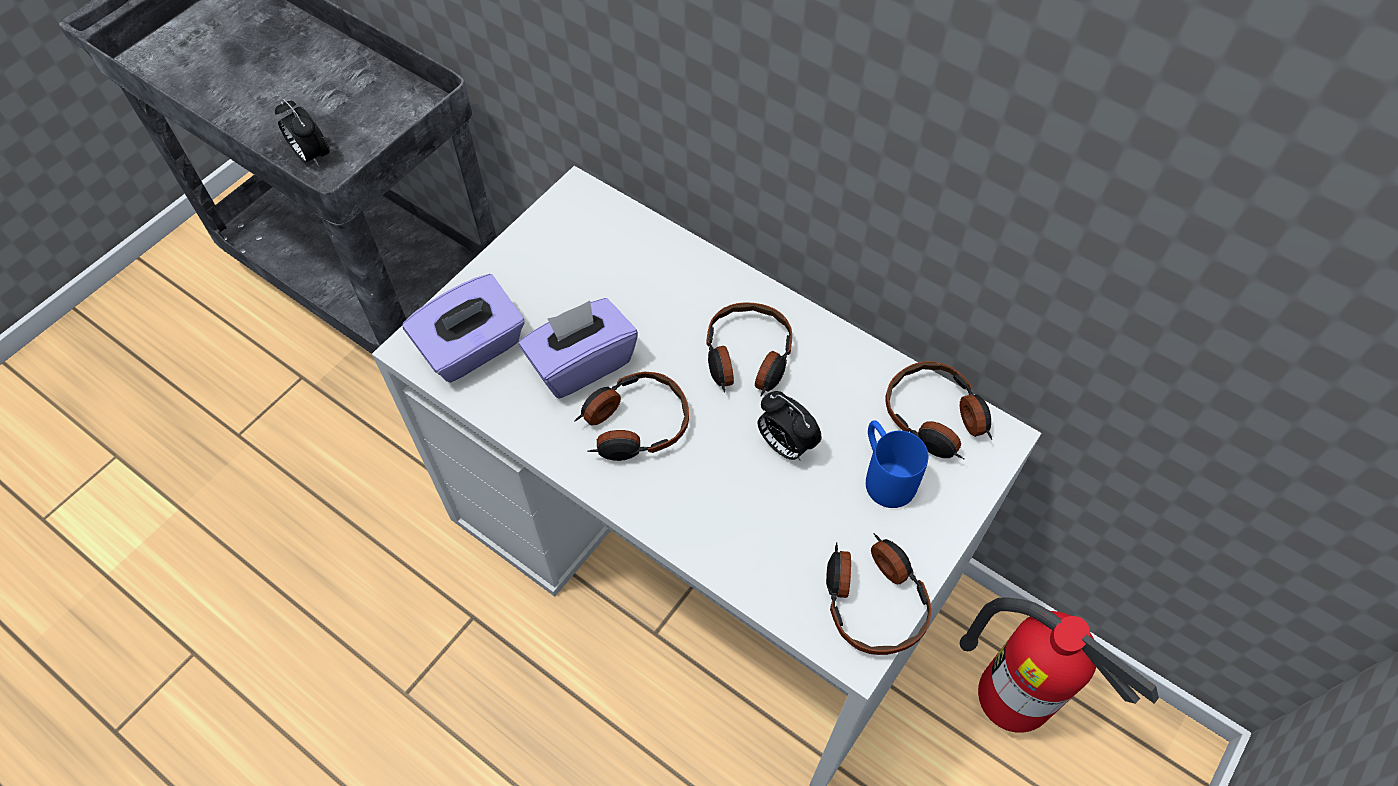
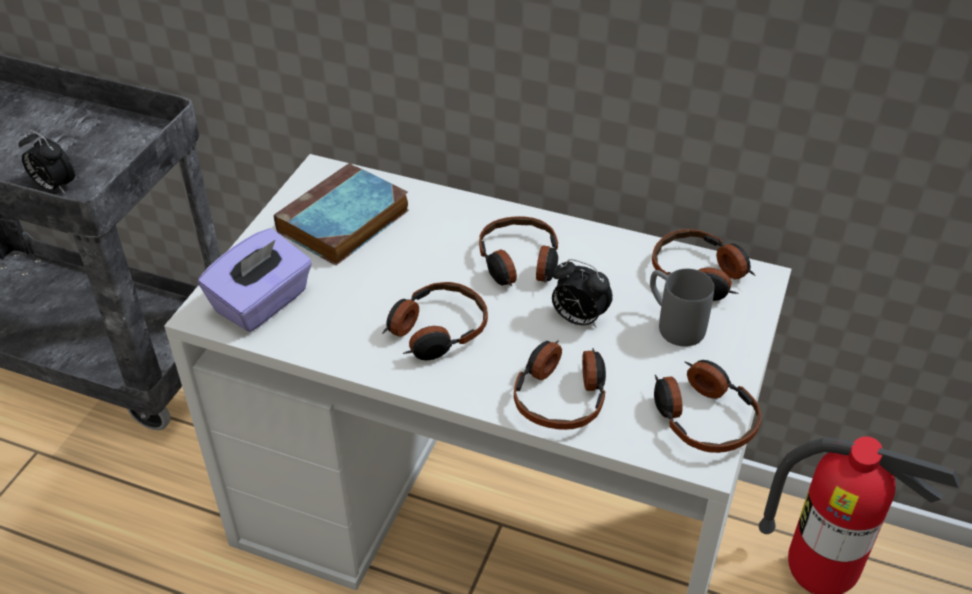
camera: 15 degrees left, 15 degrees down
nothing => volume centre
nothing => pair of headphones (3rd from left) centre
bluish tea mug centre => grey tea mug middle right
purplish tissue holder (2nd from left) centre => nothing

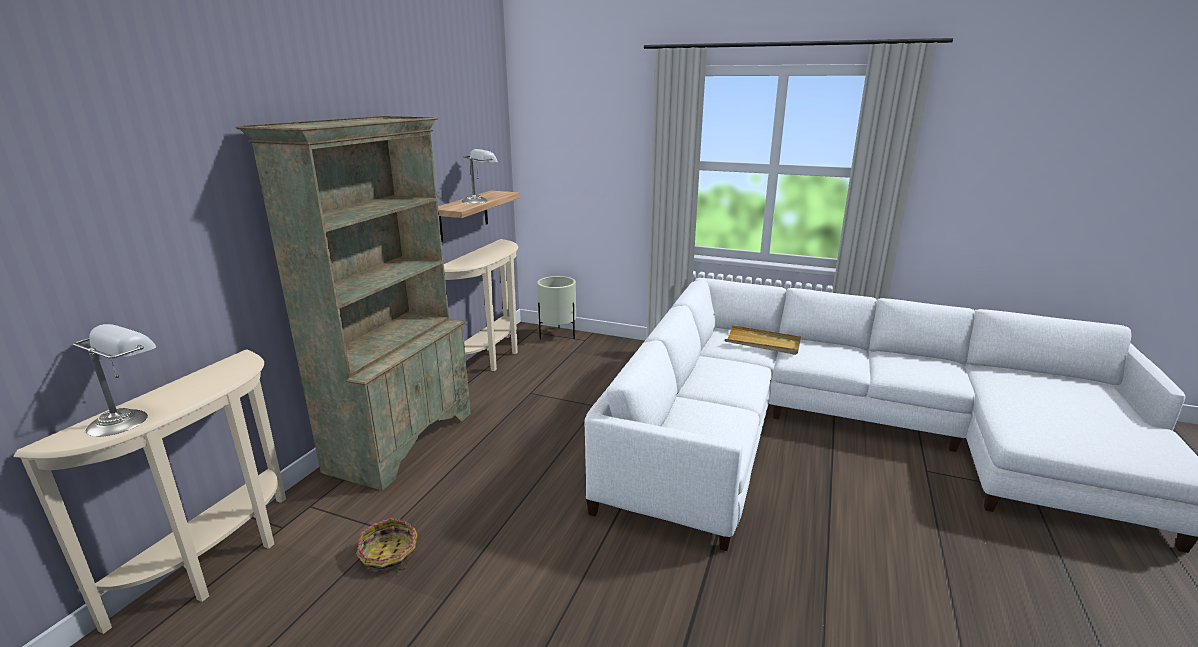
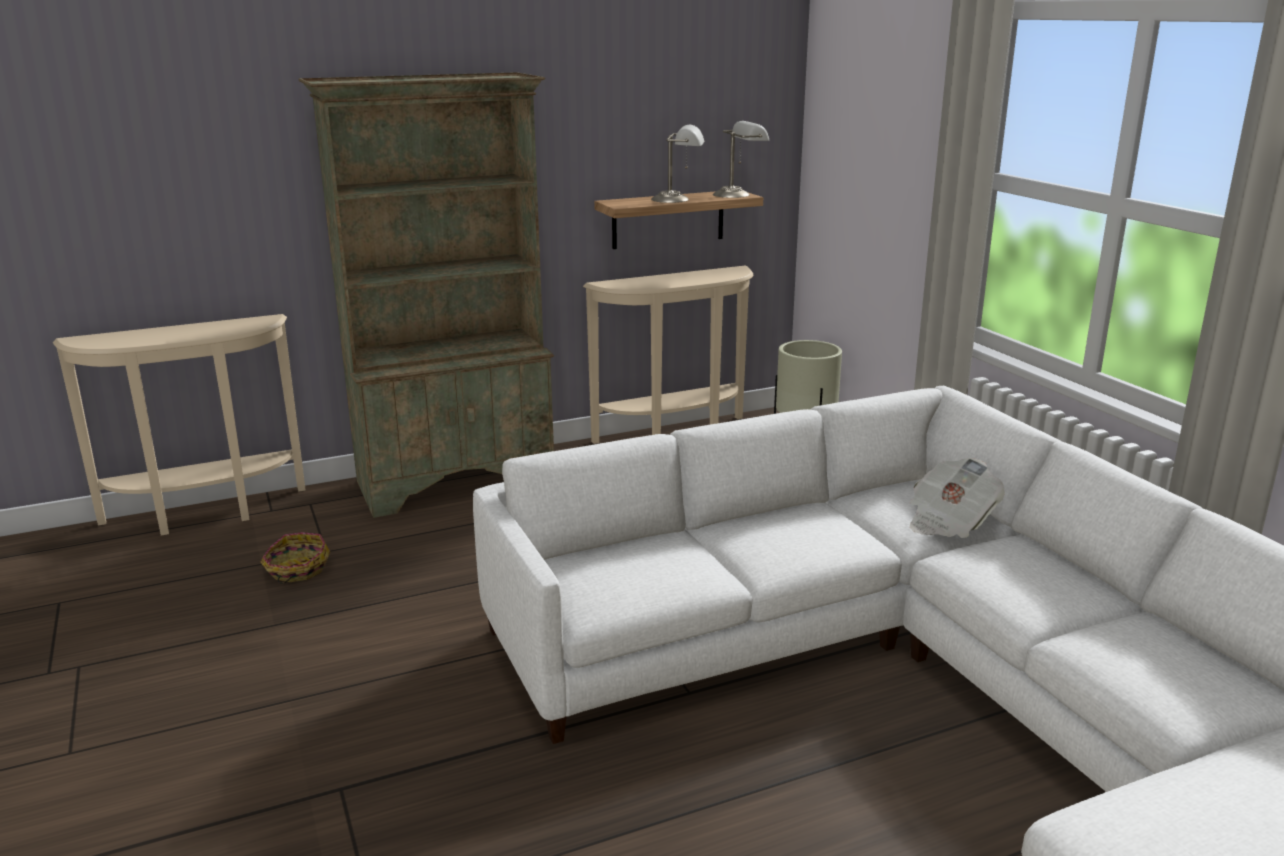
camera: 45 degrees right, 0 degrees up
white-coloured tabletop lamp (1st from left in the first image) middle left => white-coloured tabletop lamp (2nd from left) top centre, move
sand-coloured tray centre => printed paper middle right

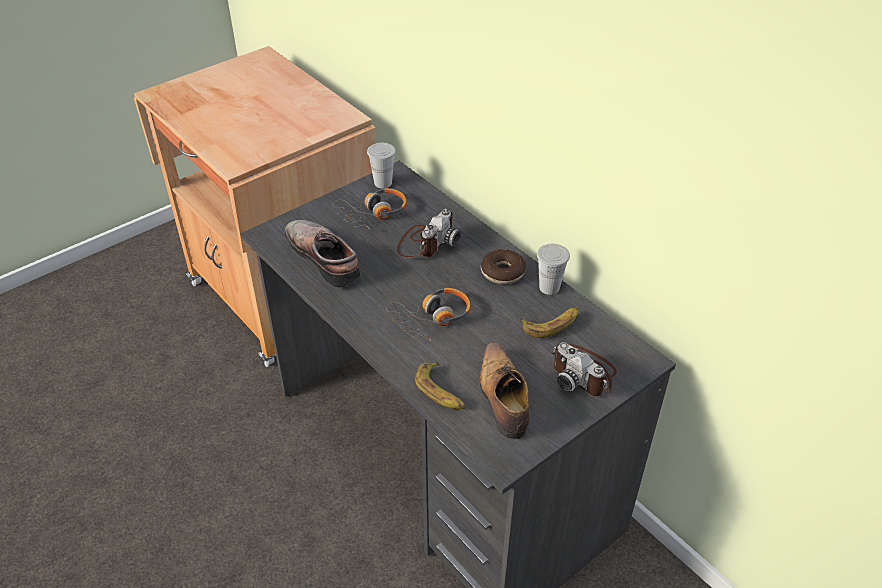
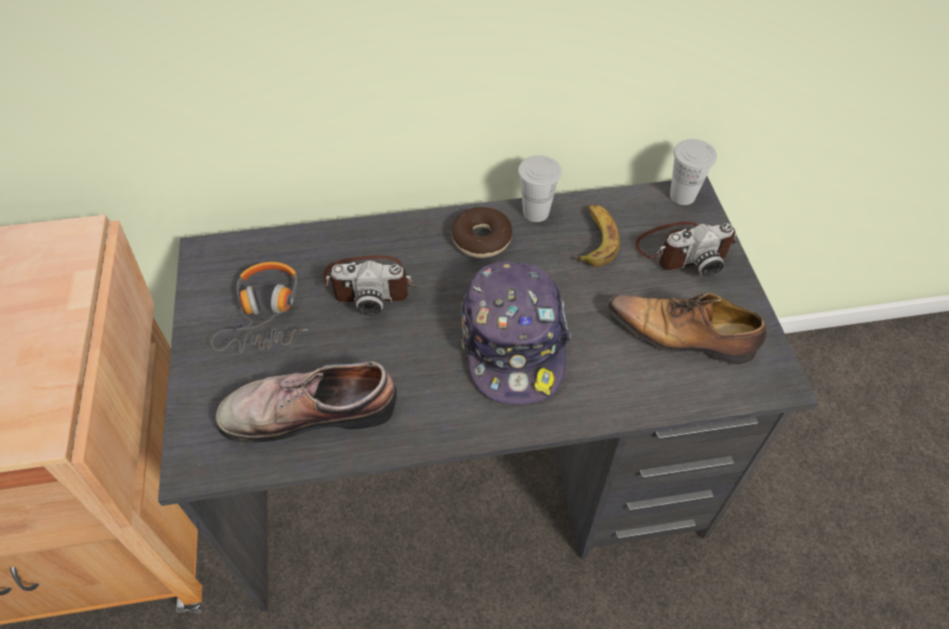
camera: 60 degrees left, 10 degrees up
photo camera (1st from left) centre, 120 degrees clockwise
pair of headphones (2nd from left) centre => cap centre
white-coloured cup (1st from left in the first image) top centre => white-coloured cup (2nd from left) top right, move
whole banana (1st from left) centre => nothing

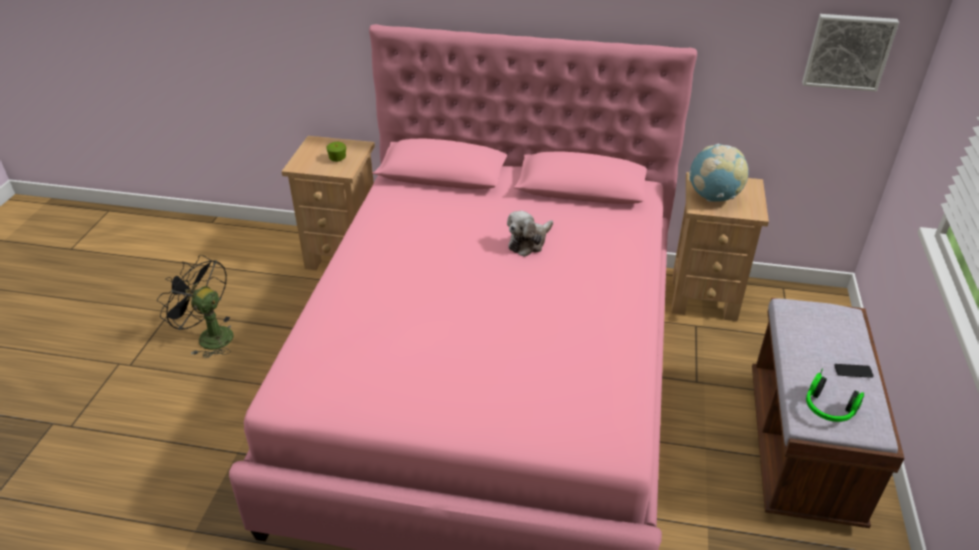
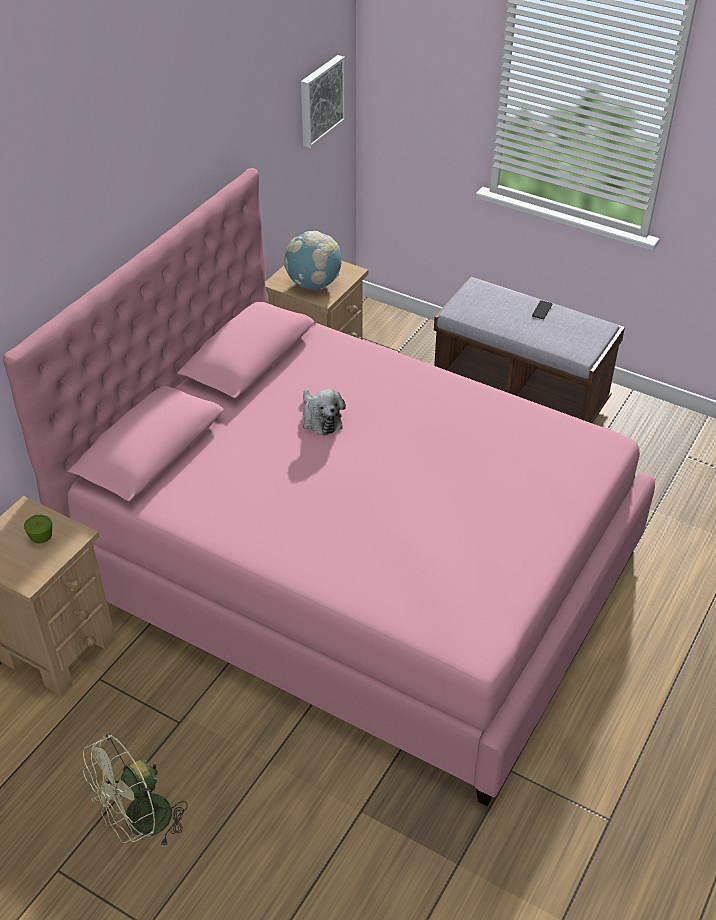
camera: 70 degrees left, 5 degrees up
black-coloured fan middle left => green fan bottom left
pair of headphones bottom right => nothing

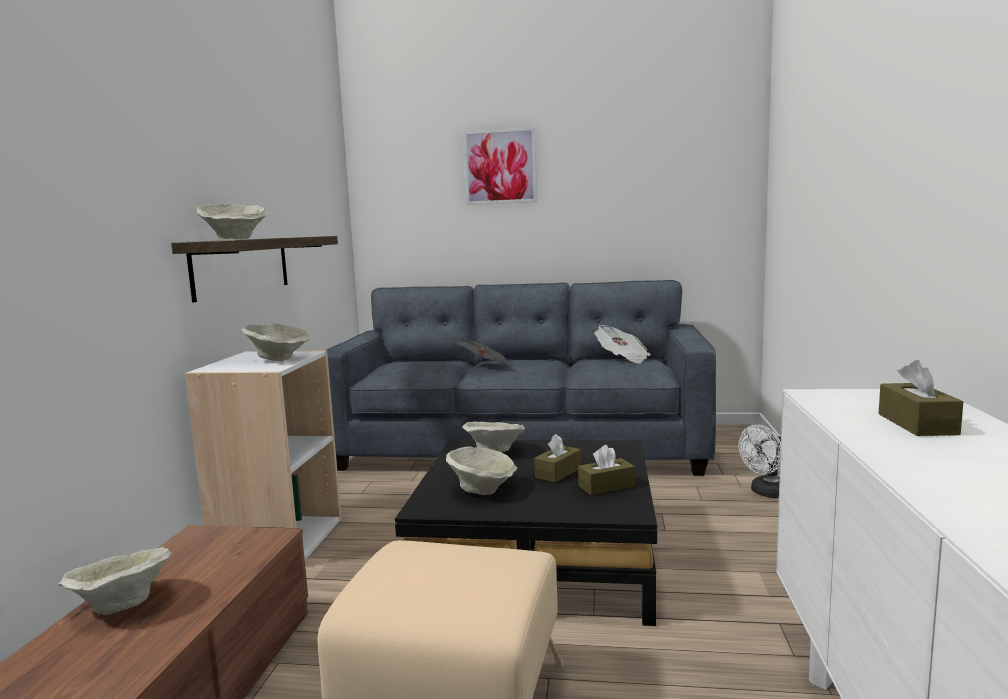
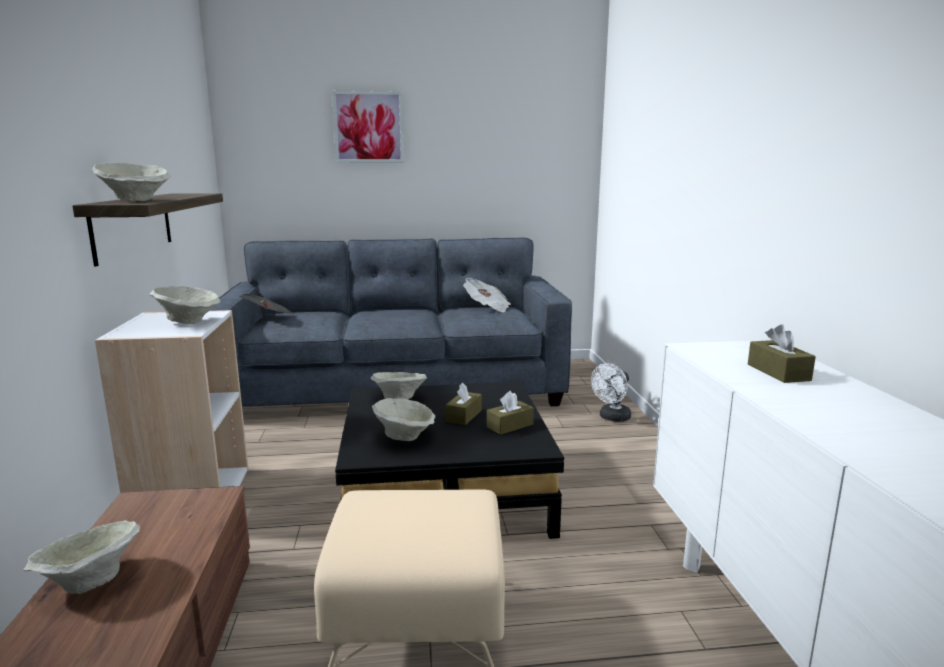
camera: 15 degrees left, 5 degrees up
printed paper (1st from left) centre => printed paper (1st from left) middle left, move

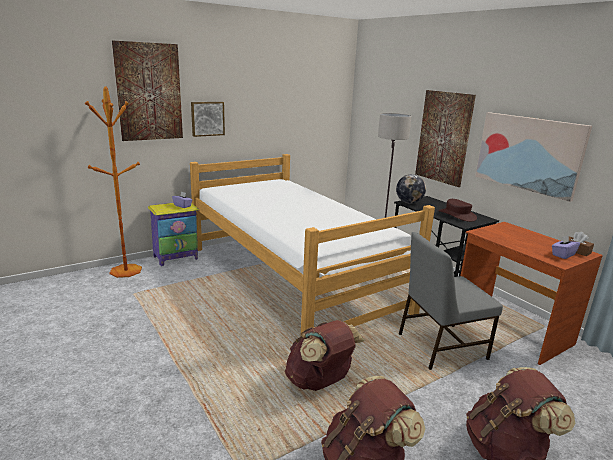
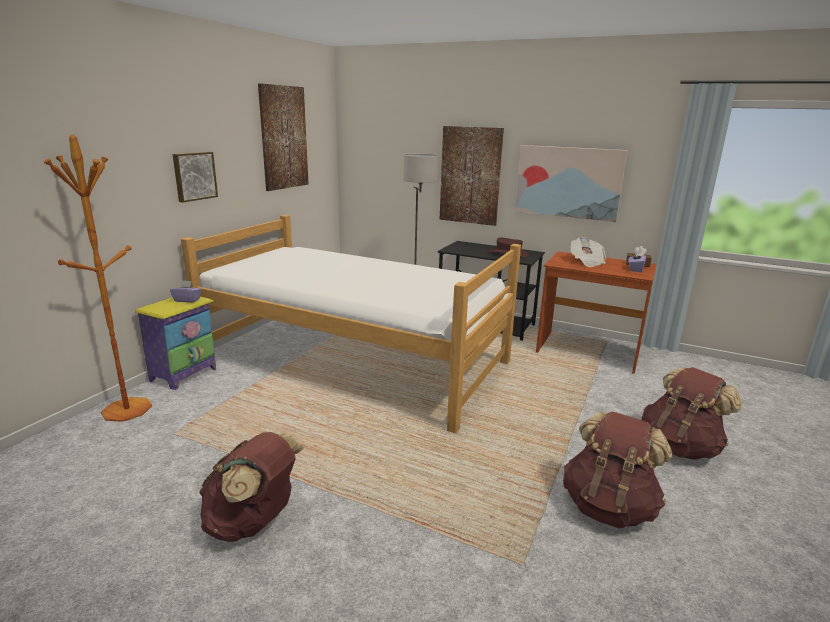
camera: 30 degrees left, 0 degrees up
brown rucksack (1st from left) bottom centre => brown rucksack (1st from left) bottom left, move
wall art (1st from left in the first image) top left => wall art (2nd from left) top centre, move
nothing => printed paper middle right
world globe middle right => nothing
grey plain chair middle right => nothing

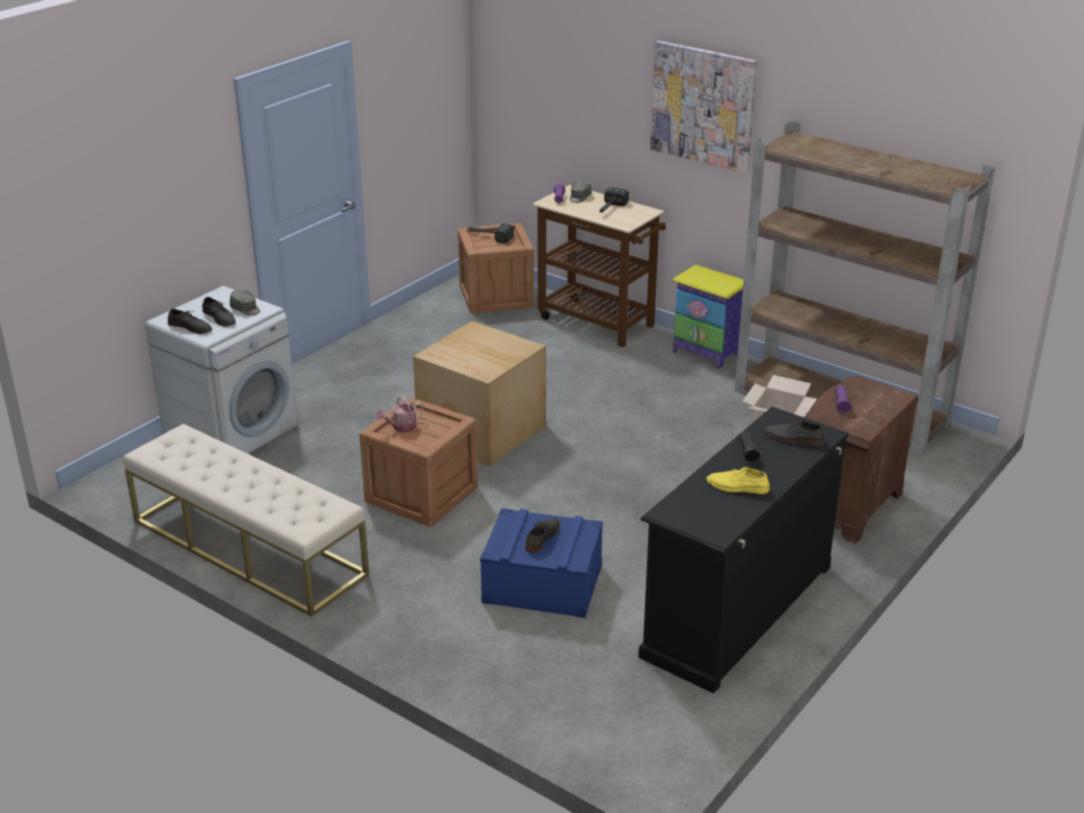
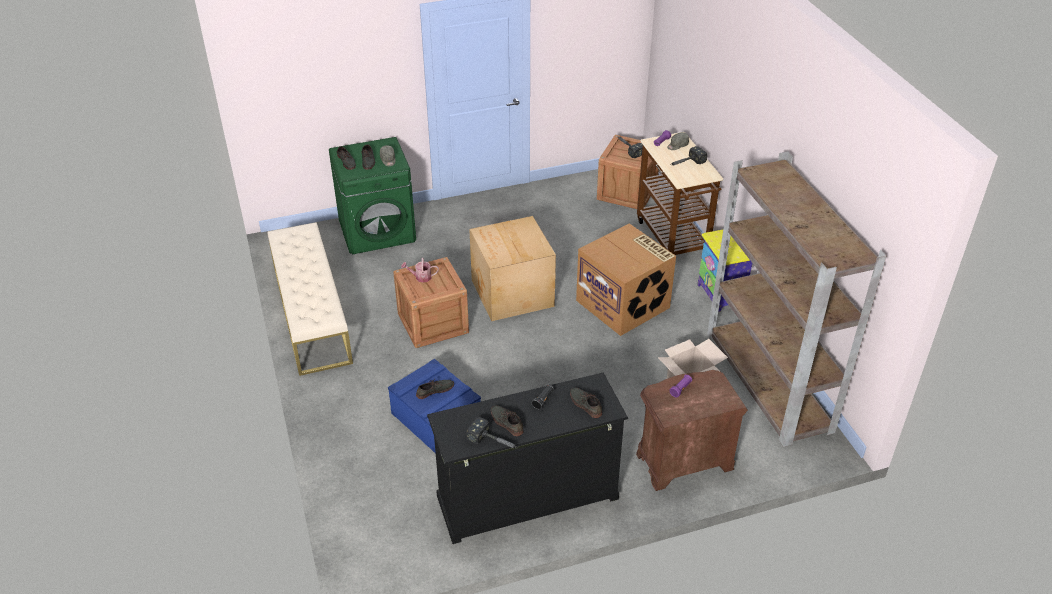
camera: 35 degrees right, 10 degrees up
white-coloured laundry appliance middle left => green laundry appliance top centre
nothing => hammer (1st from left) bottom centre
yellow shoe middle right => grey shoe (4th from left) bottom centre
nothing => cardboard box (2nd from left) centre
wall art top centre => nothing

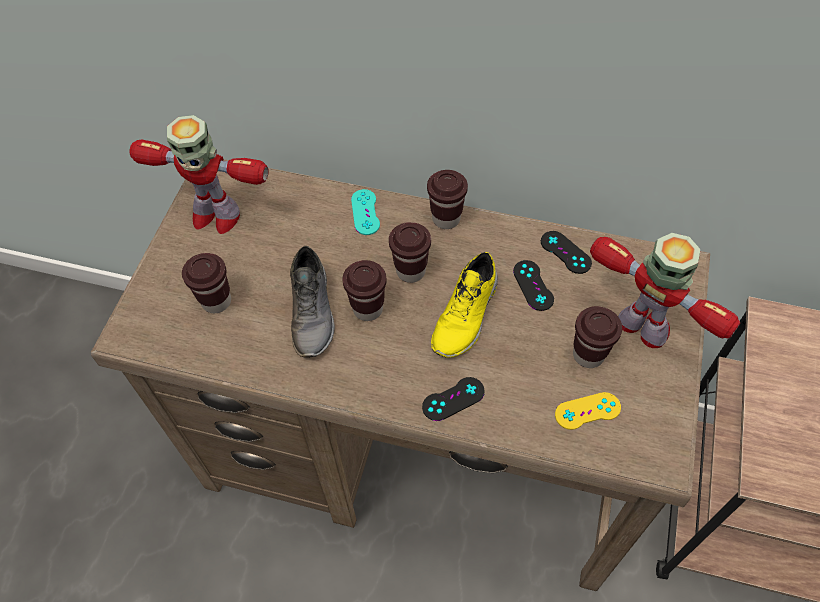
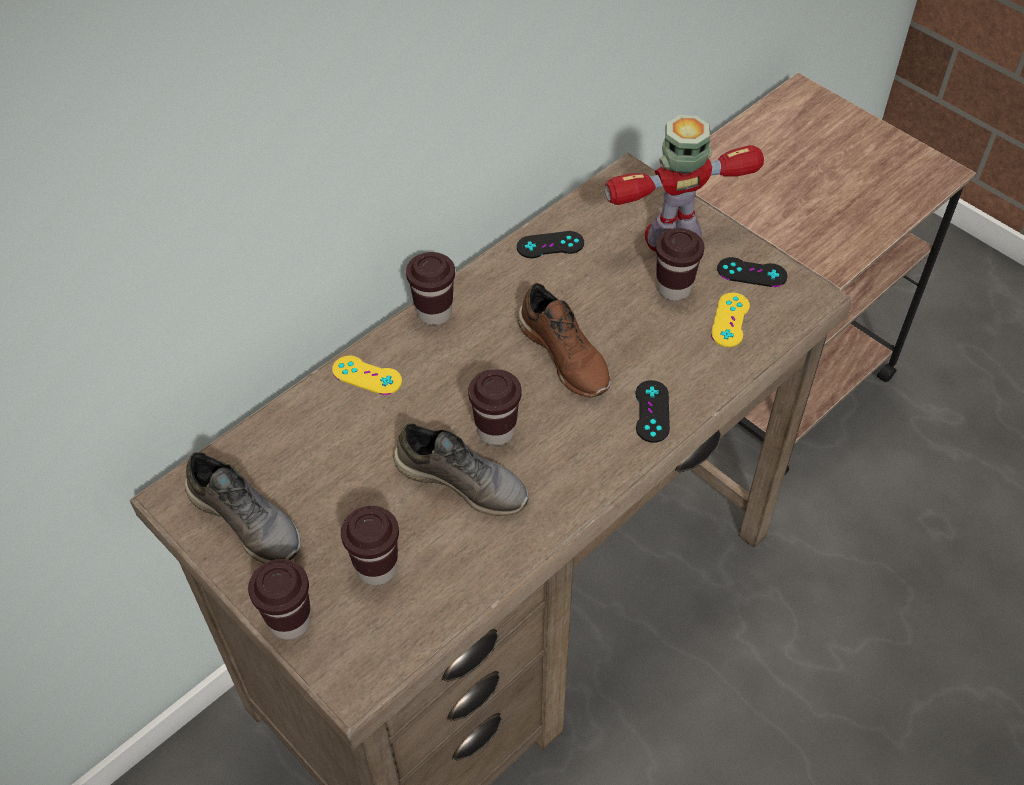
camera: 60 degrees left, 5 degrees down
robot figure (1st from left) top left => grey shoe (1st from left) middle left
brown cup (3rd from left in the first image) centre => brown cup (1st from left) bottom left, move
blue-green game controller centre => yellow game controller (1st from left) centre
yellow shoe centre => brown shoe centre
black-coloured game controller (2nd from left in the first image) centre => black-coloured game controller (3rd from left) middle right, move

